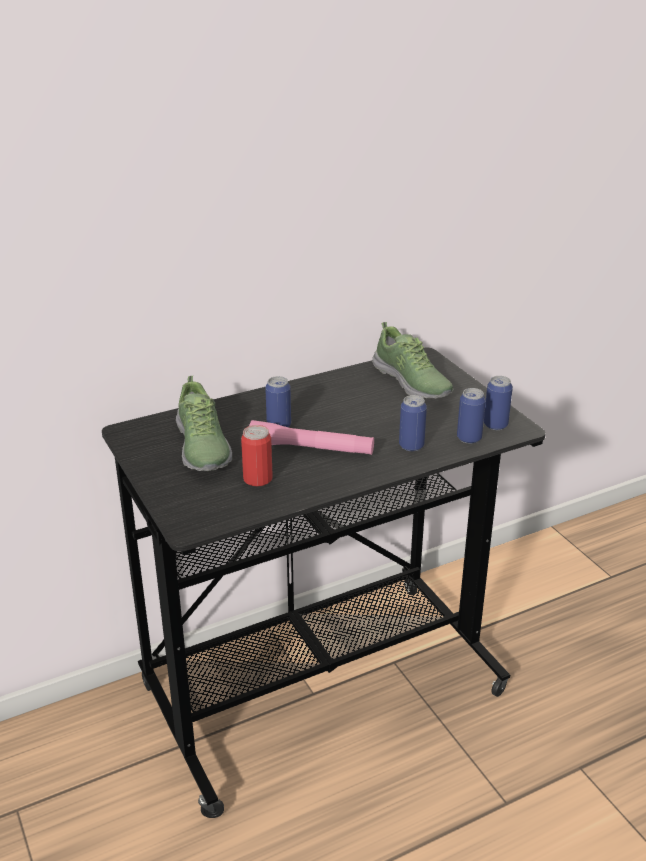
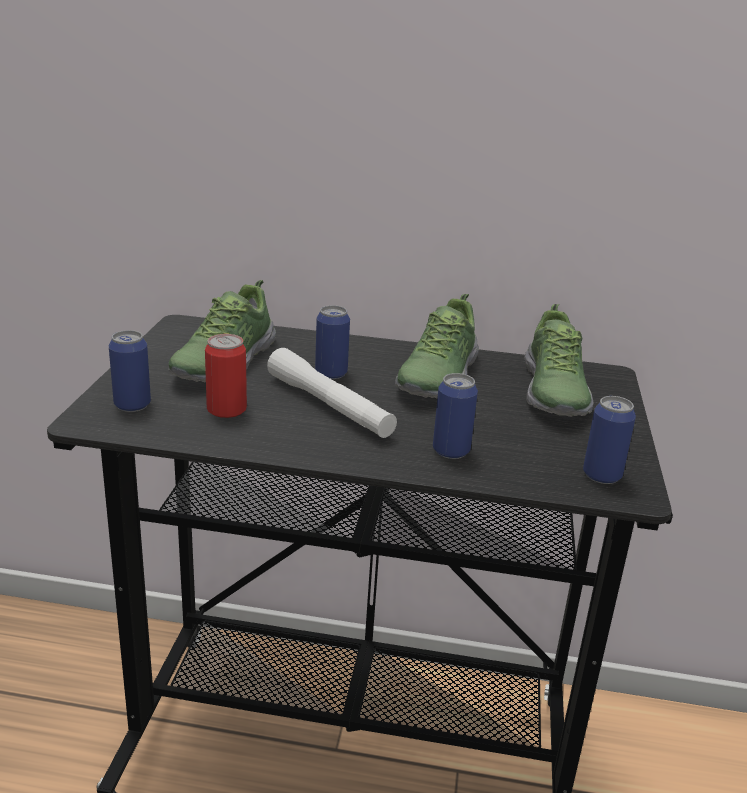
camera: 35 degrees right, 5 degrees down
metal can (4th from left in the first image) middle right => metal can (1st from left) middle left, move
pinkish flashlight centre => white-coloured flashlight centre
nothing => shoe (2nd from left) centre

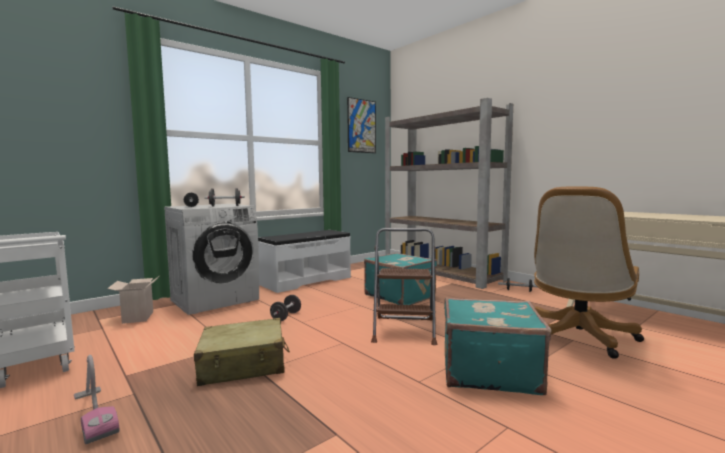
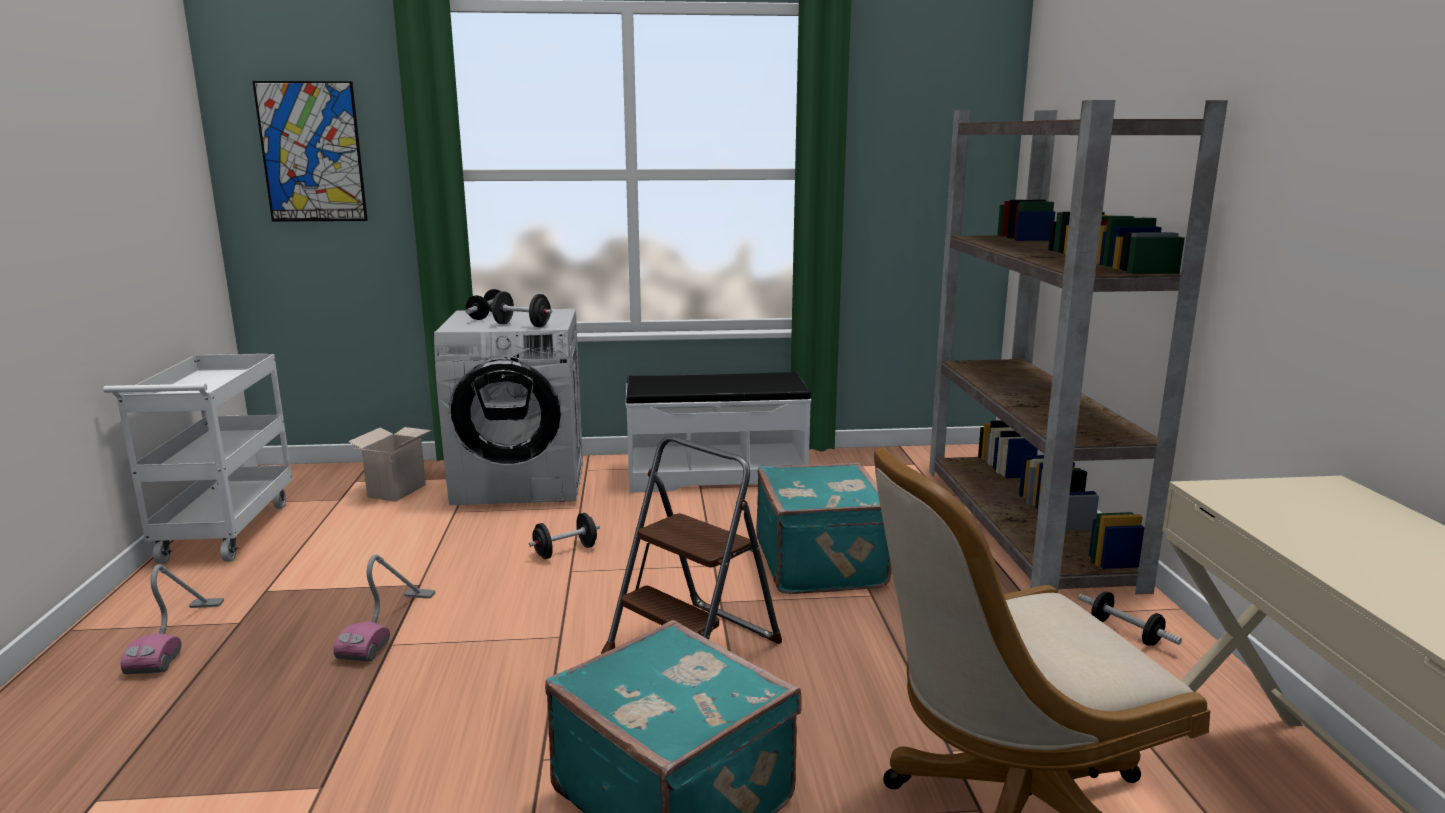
camera: 35 degrees right, 10 degrees up
wall art top centre => wall art top left, move
sand-coloured piece of luggage bottom centre => vacuum cleaner (2nd from left) bottom left

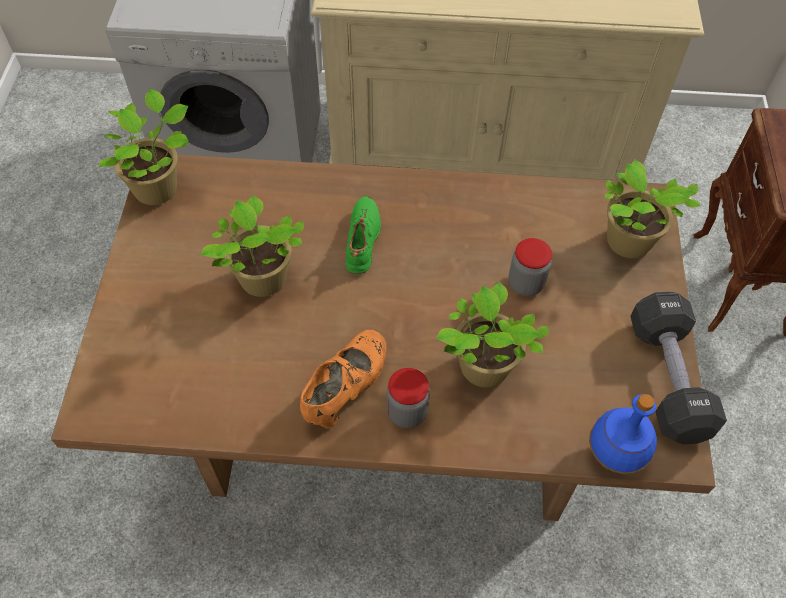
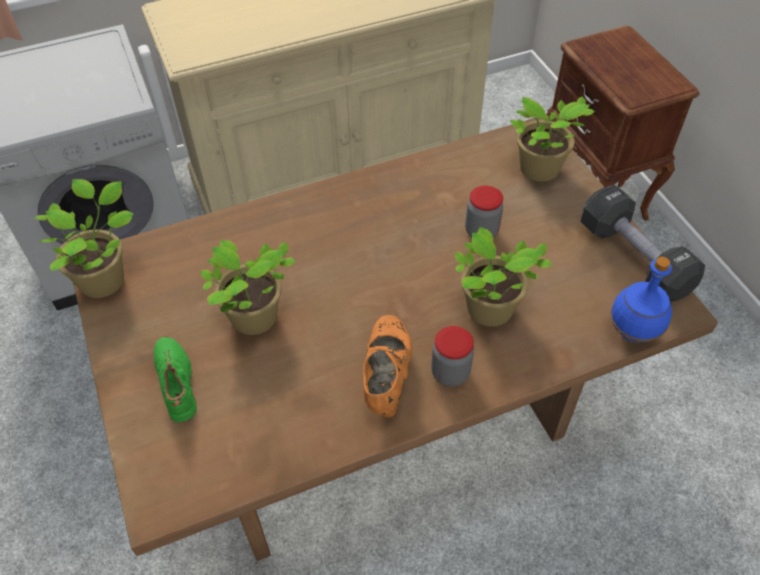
camera: 25 degrees left, 5 degrees down
green shoe centre => green shoe middle left, move

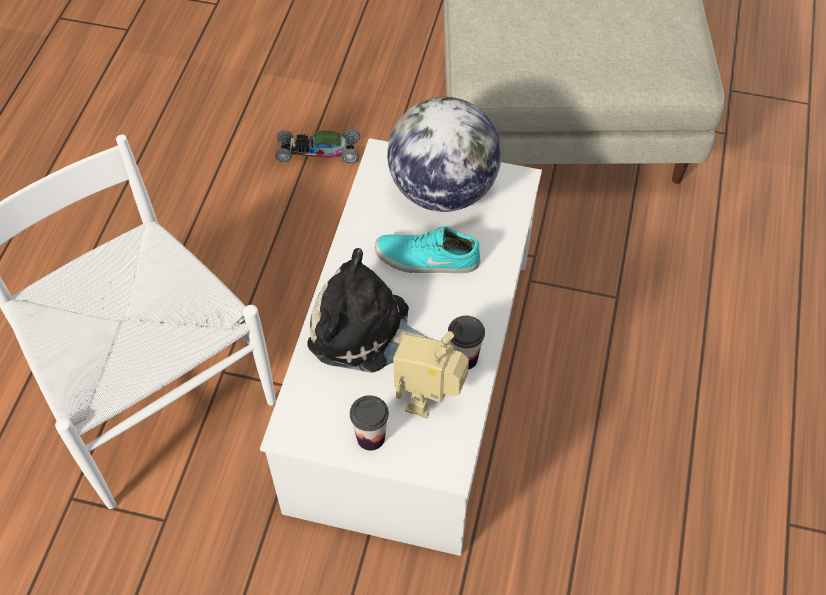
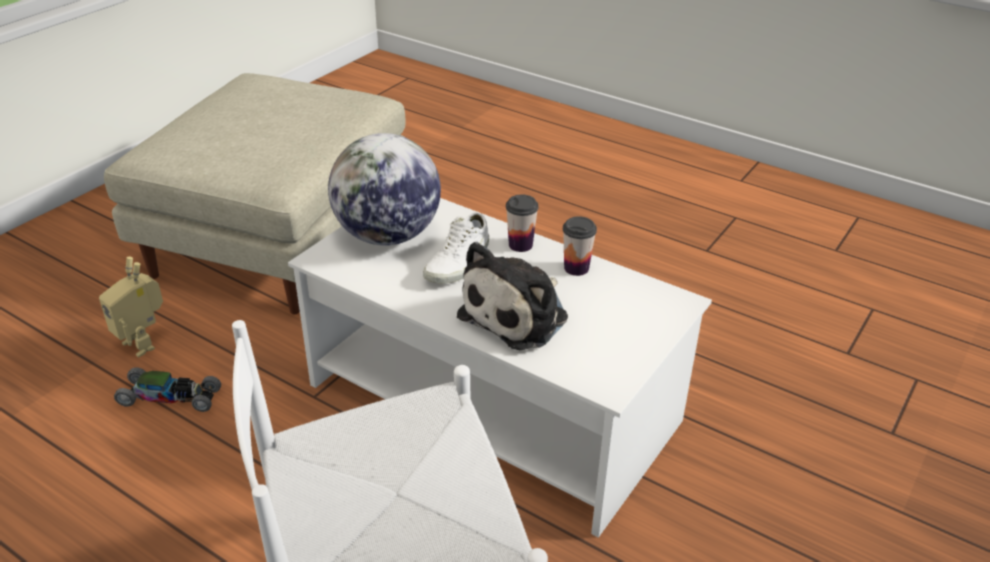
camera: 70 degrees left, 20 degrees down
robot figure centre => robot figure middle left, move
miniature car top centre => miniature car bottom left, 105 degrees counterclockwise
blue-green shoe centre => white-coloured shoe centre
cup (1st from left) bottom centre => cup (1st from left) centre, move

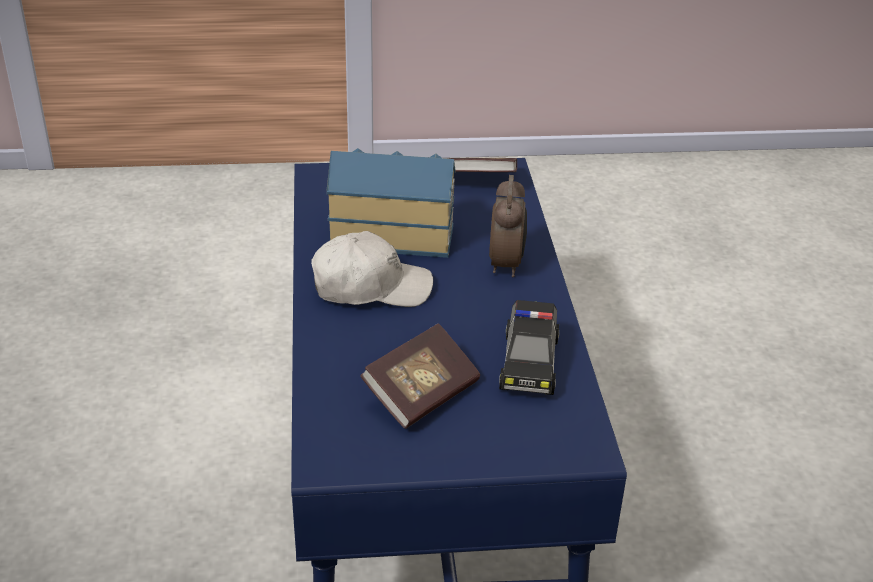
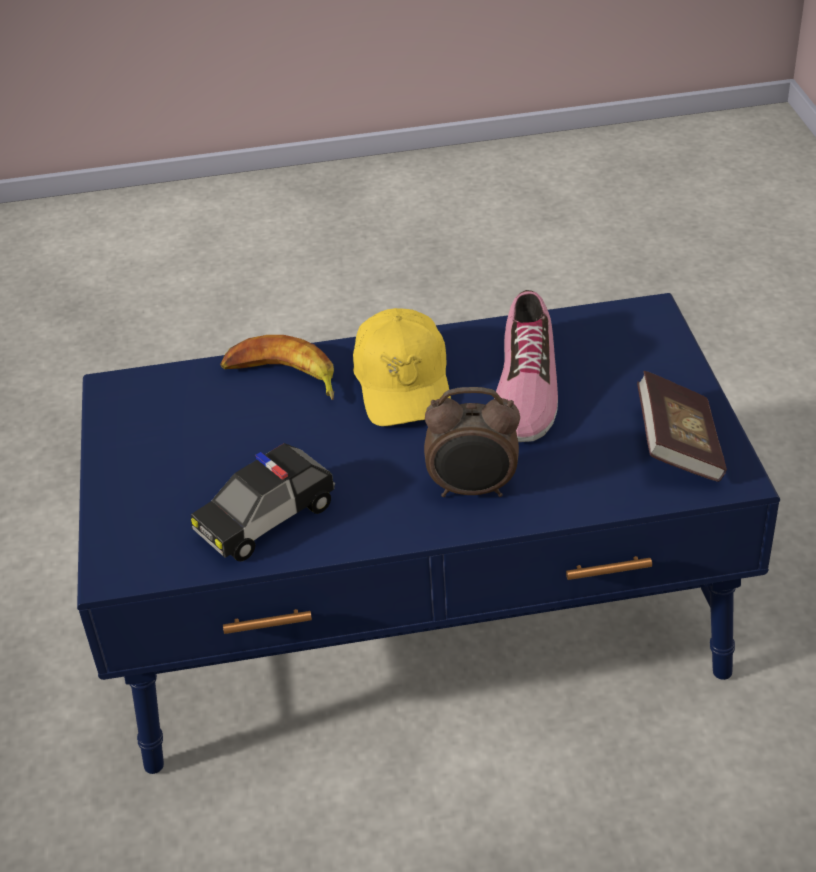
camera: 90 degrees right, 5 degrees up
miniature car centre => miniature car middle left, 45 degrees counterclockwise
nothing => whole banana centre
white-coloured cap centre => yellow cap centre
toy house centre => shoe centre
volume (1st from left) centre => nothing

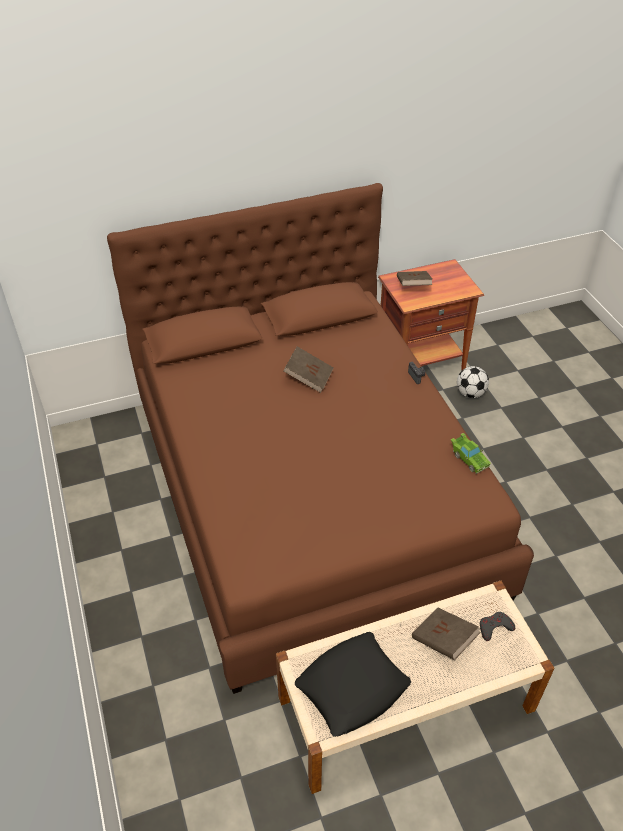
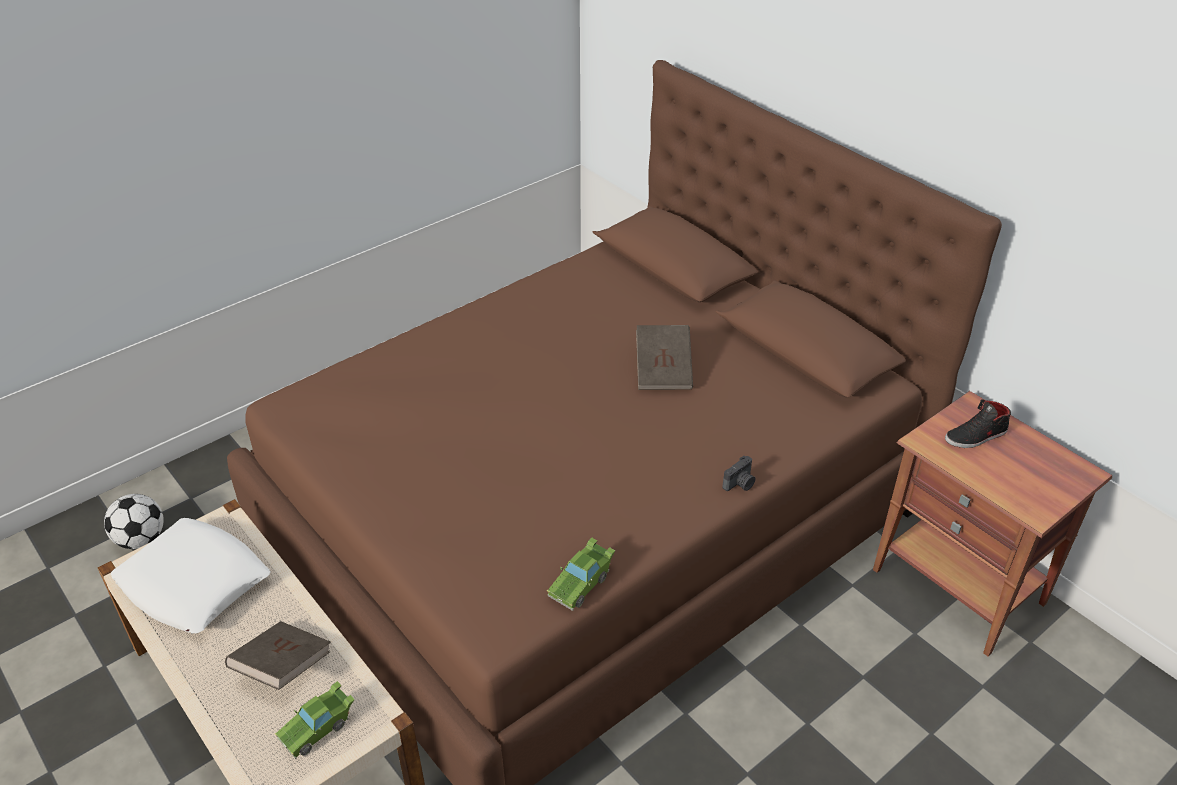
camera: 70 degrees right, 5 degrees down
football middle right => football middle left, move
black-coloured cushion bottom centre => white-coloured cushion bottom left
grey game controller bottom right => green miniature car (1st from left) bottom left
brown volume (2nd from left) centre => black-coloured shoe middle right

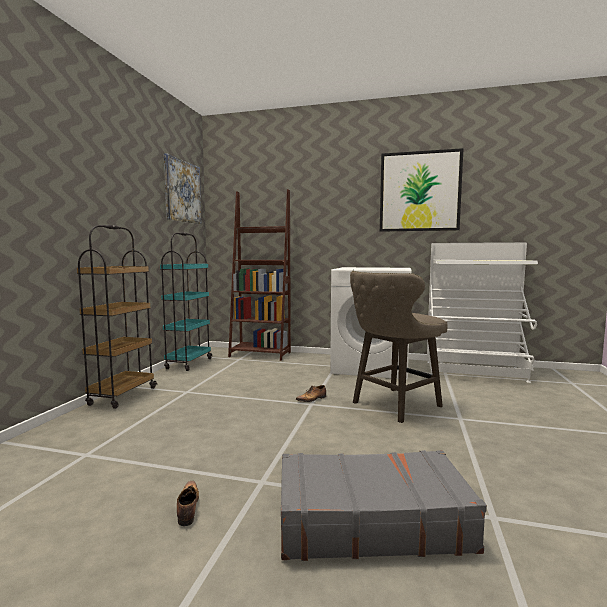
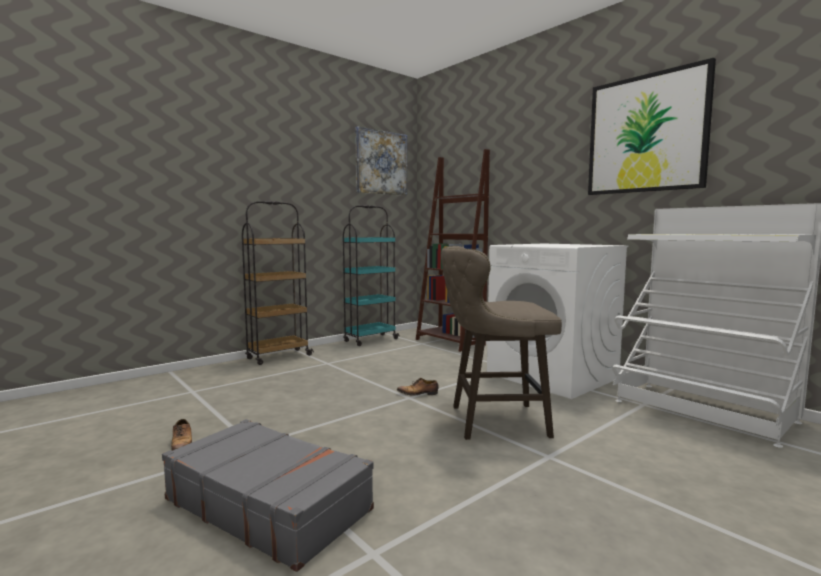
camera: 35 degrees right, 0 degrees up
shoe (1st from left) bottom left, 135 degrees clockwise

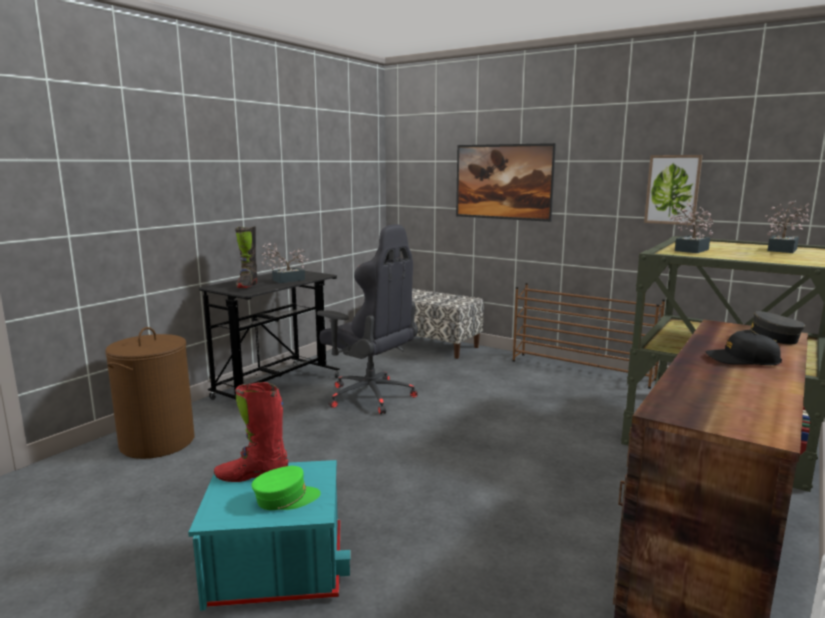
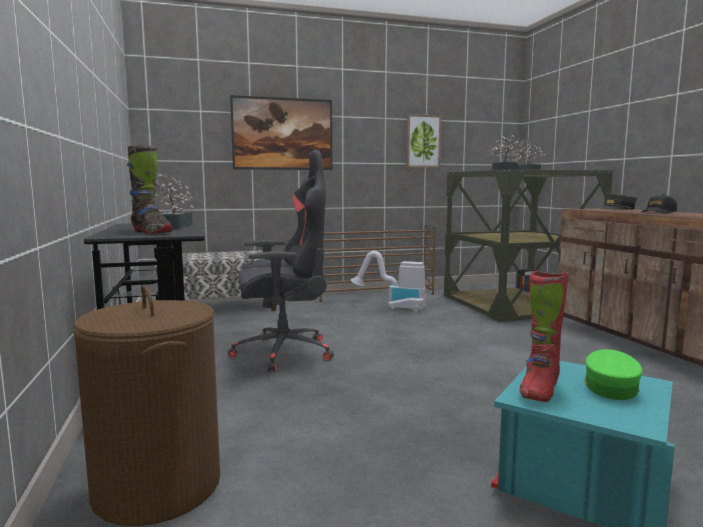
camera: 50 degrees left, 5 degrees down
nothing => vacuum cleaner centre

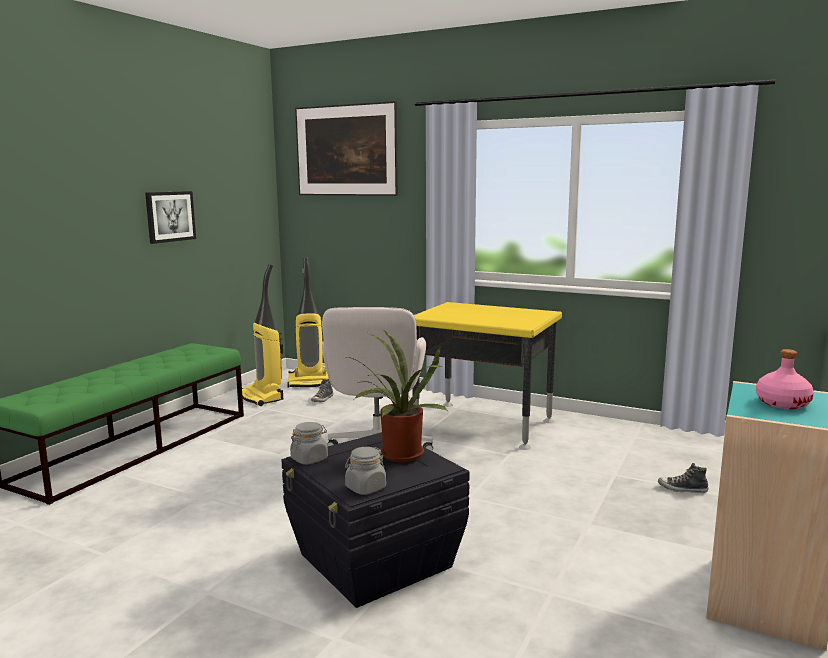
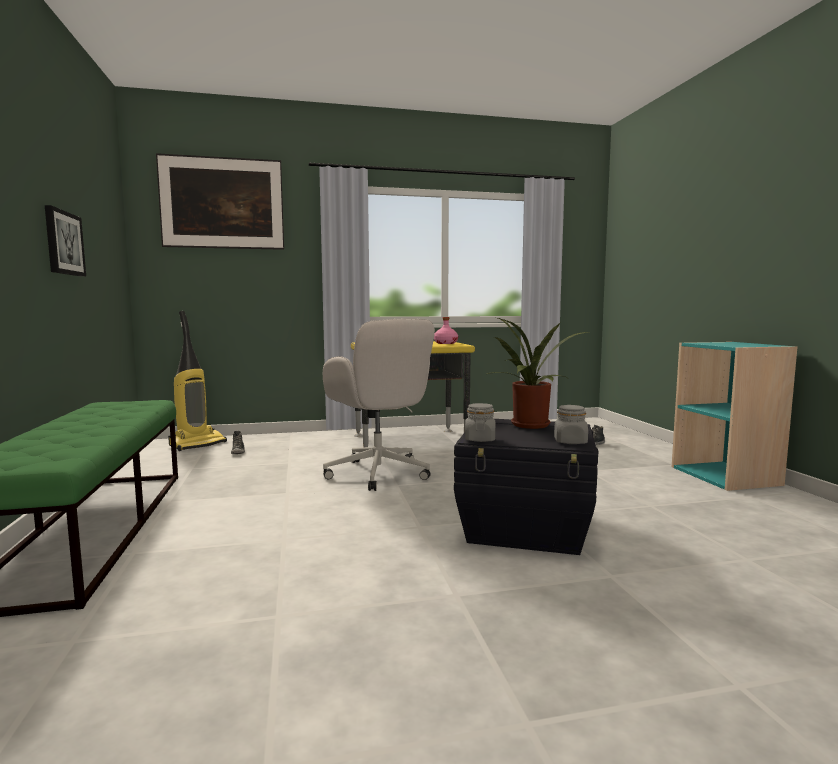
camera: 40 degrees left, 5 degrees down
pinkish bottle middle right => pinkish bottle centre, move
vacuum cleaner (1st from left) middle left => nothing

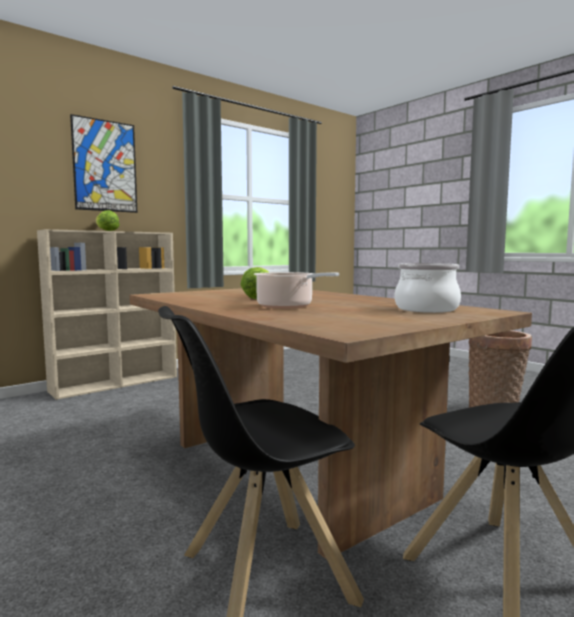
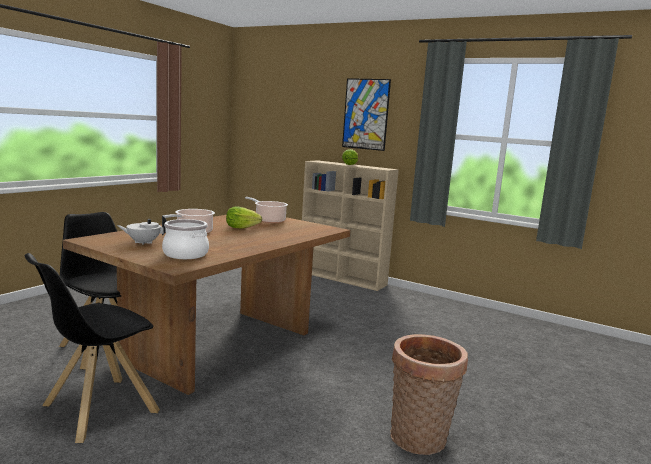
camera: 70 degrees right, 5 degrees up
nothing => white-coloured teapot middle left
nothing => stockpot (3rd from left) centre

